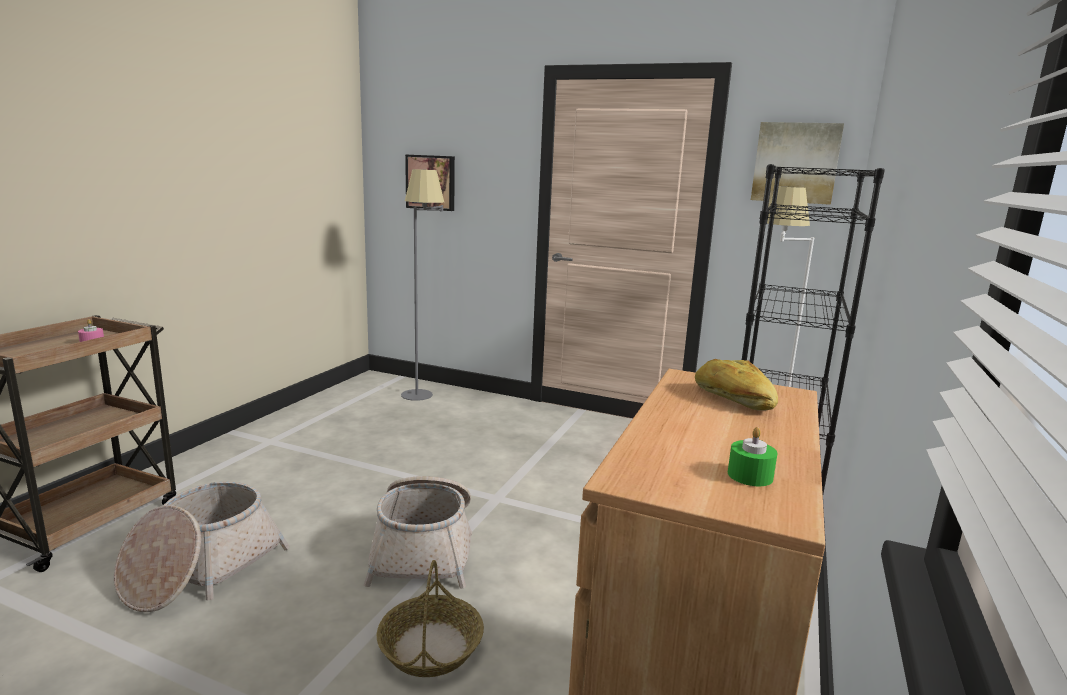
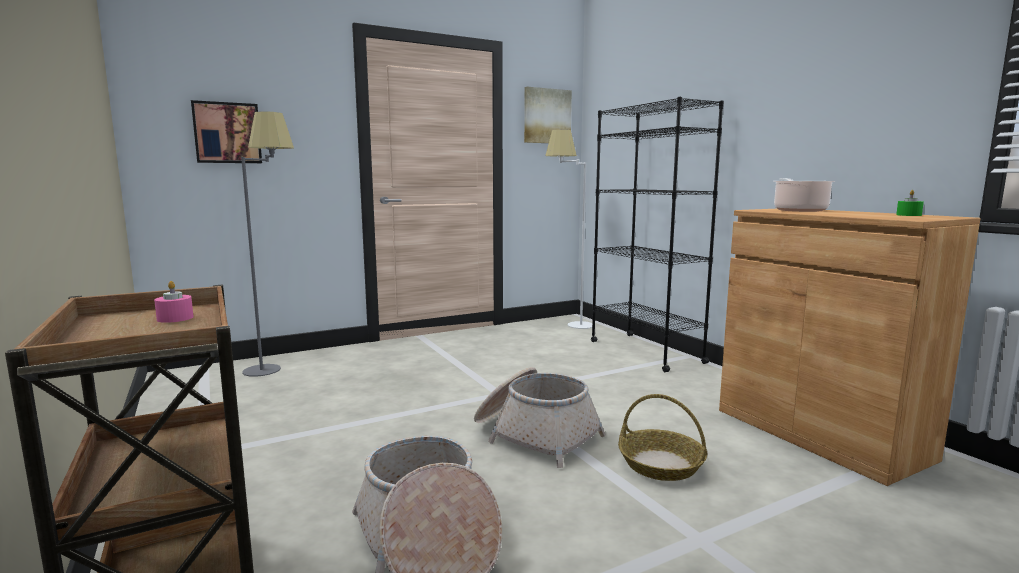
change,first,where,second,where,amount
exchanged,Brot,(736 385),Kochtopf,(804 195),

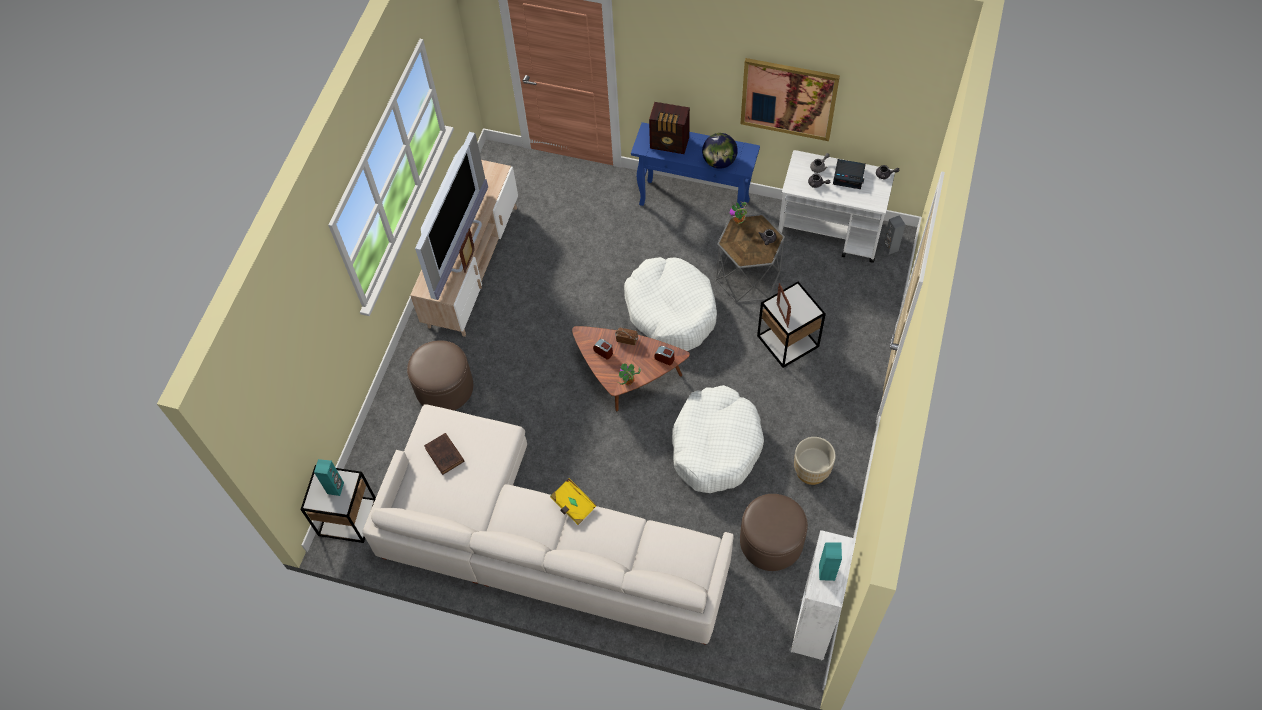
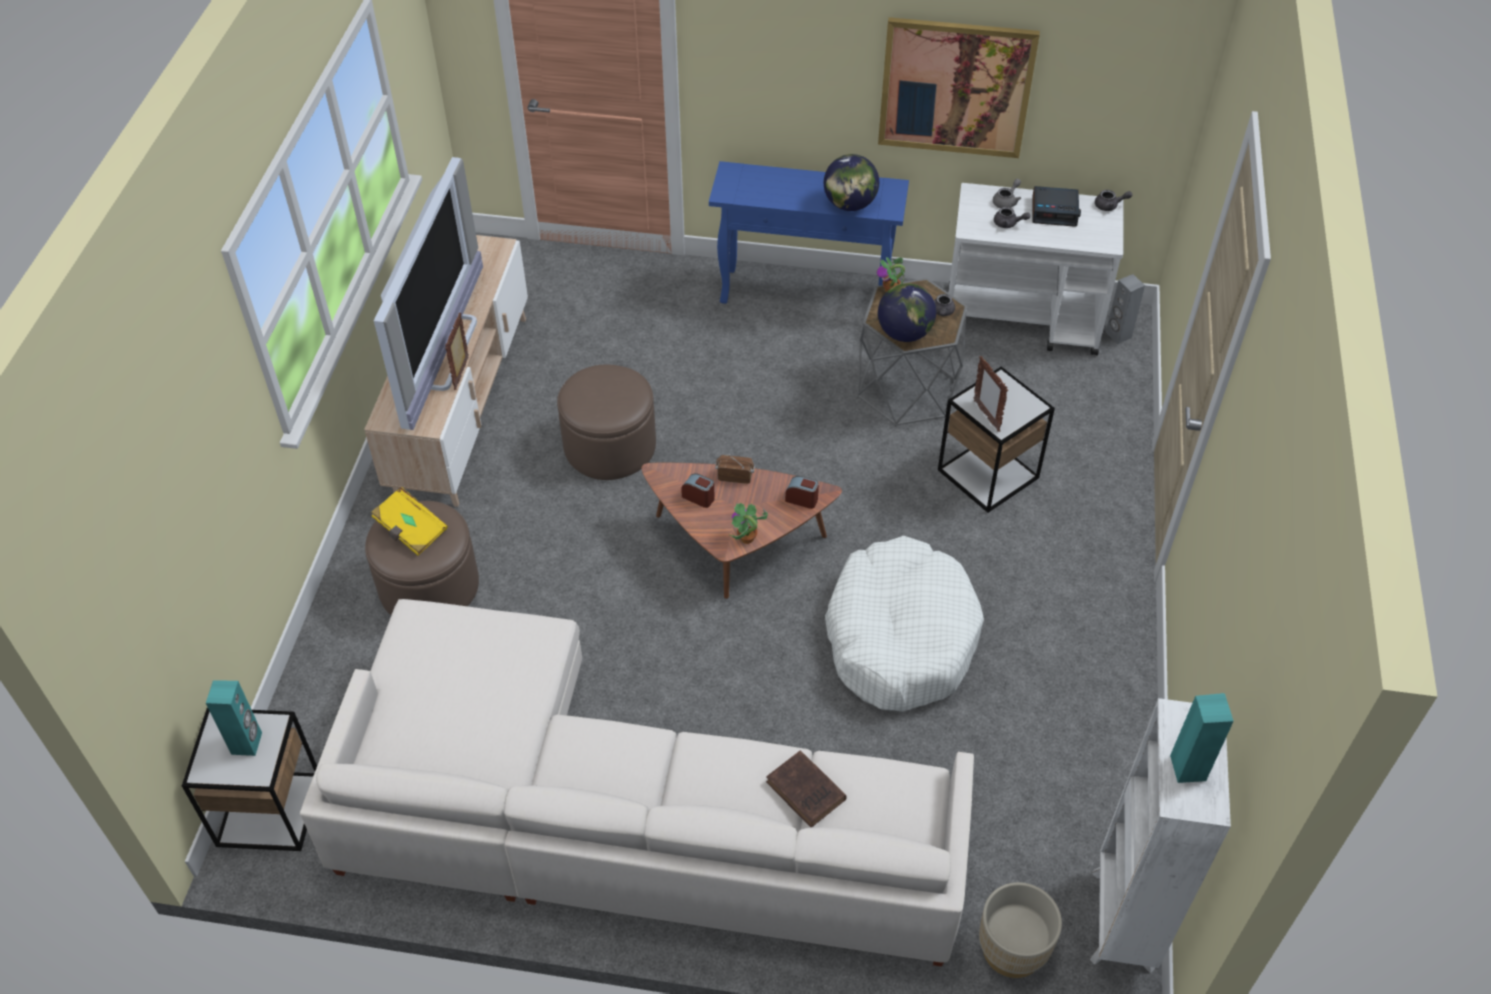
change,first,where,second,where,amount
relocated,Buch (gelb),(573 501),,(409 521),
relocated,Polsterhocker (braun),(774 532),,(606 422),
relocated,Buch (braun),(444 454),,(806 789),
appeared,,,Globus,(907 312),
relocated,Pflanzkübel (beige),(815 461),,(1020 930),
missing,Hundebett (weiß),(670 304),,,
missing,Radio,(669 128),,,

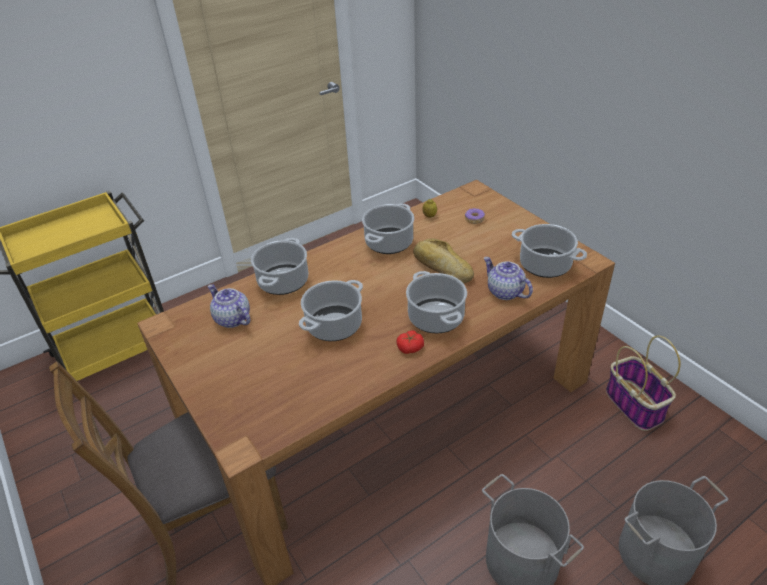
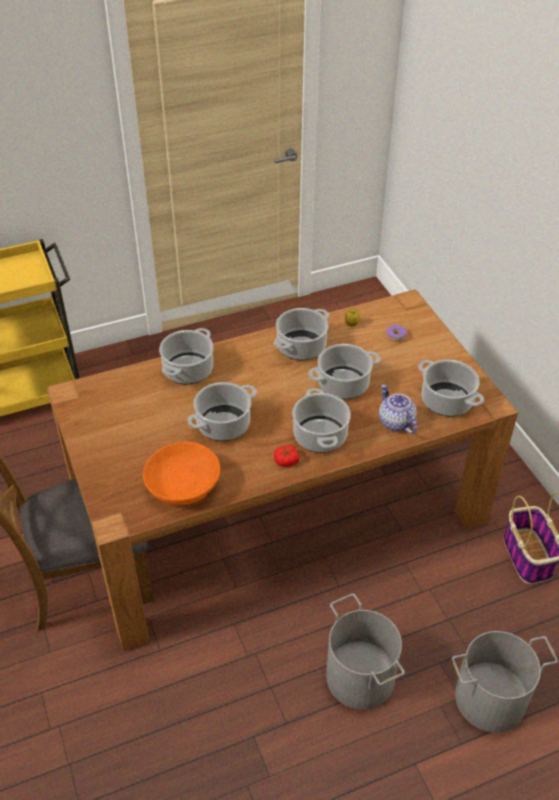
change,first,where,second,where,amount
appeared,,,Schüssel (orange),(181 473),
exchanged,Brot,(443 261),Kochtopf,(344 371),
missing,Teekanne,(229 306),,,

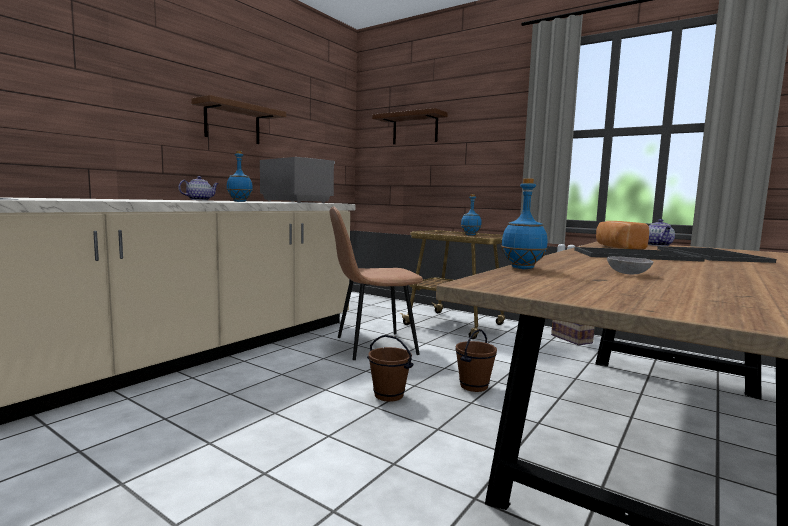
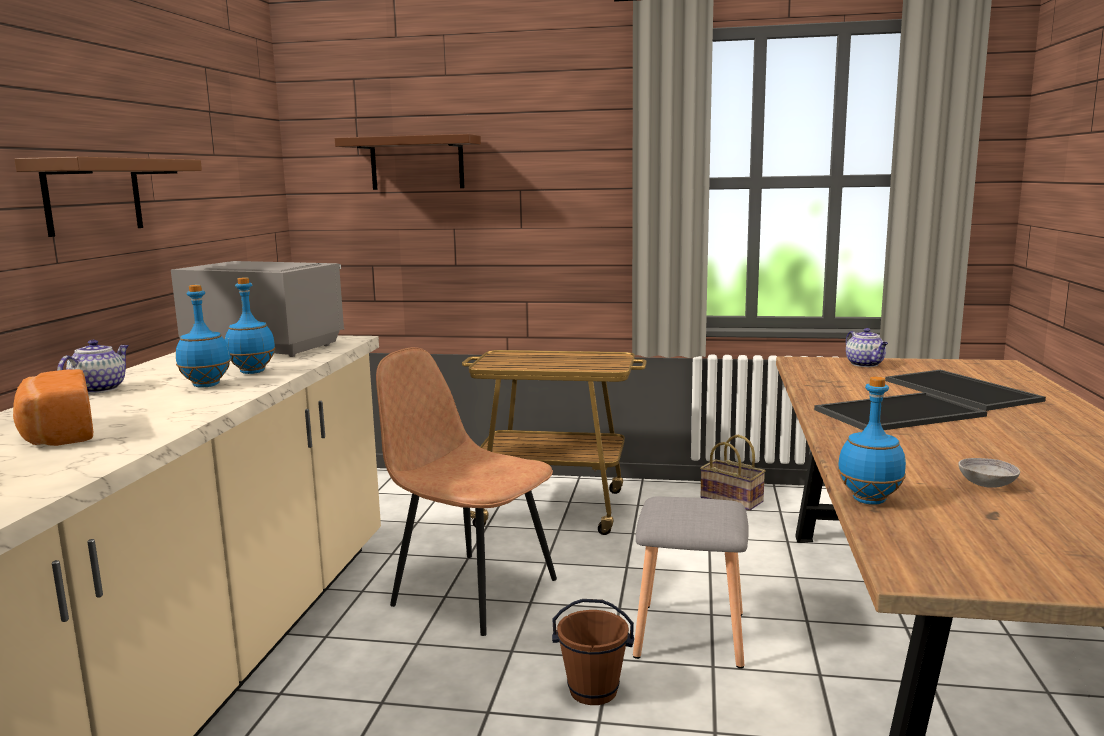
change,first,where,second,where,amount
relocated,Brot,(622 235),,(53 407),
relocated,Flasche (blau),(471 215),,(250 325),
spun,Stuhl (braun),(376 283),,(466 491),75 degrees clockwise
exchanged,Eimer (braun),(476 360),Hocker (grau),(691 582),

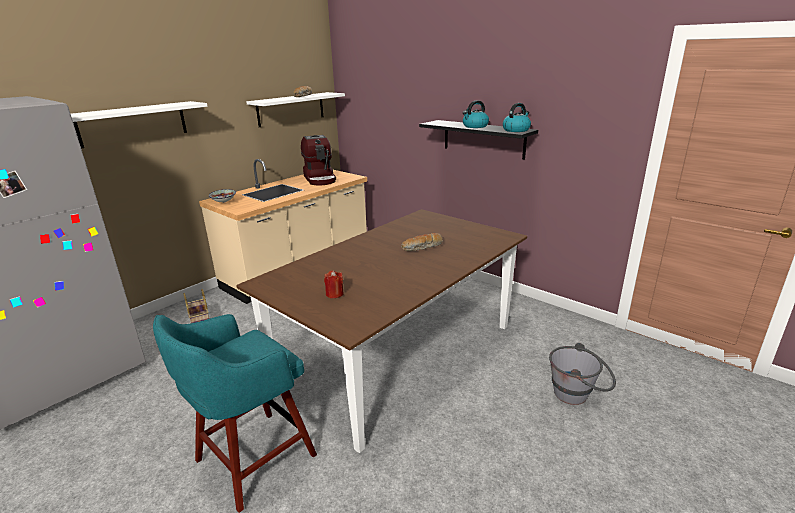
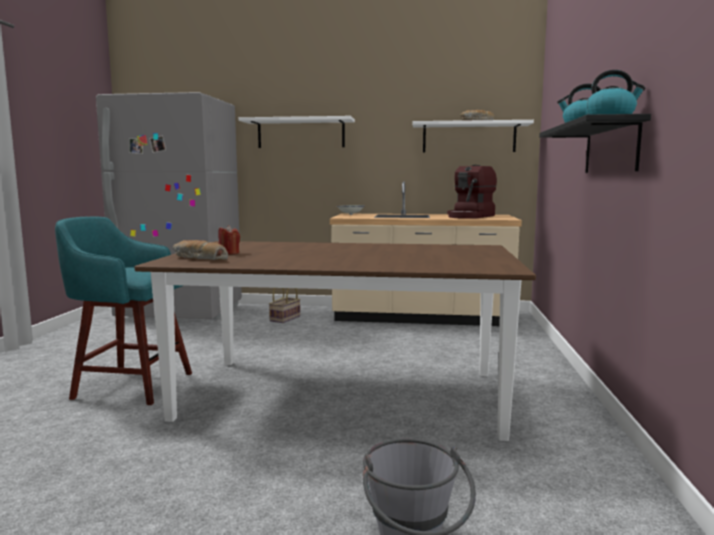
change,first,where,second,where,amount
relocated,Brot,(422 242),,(200 250),

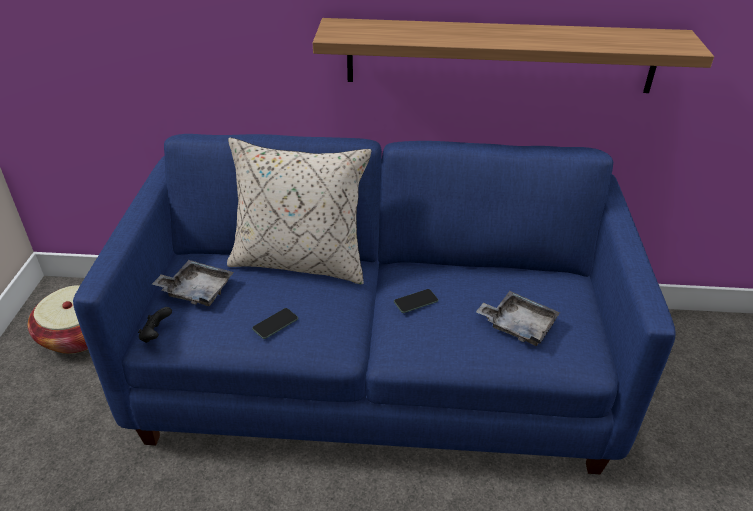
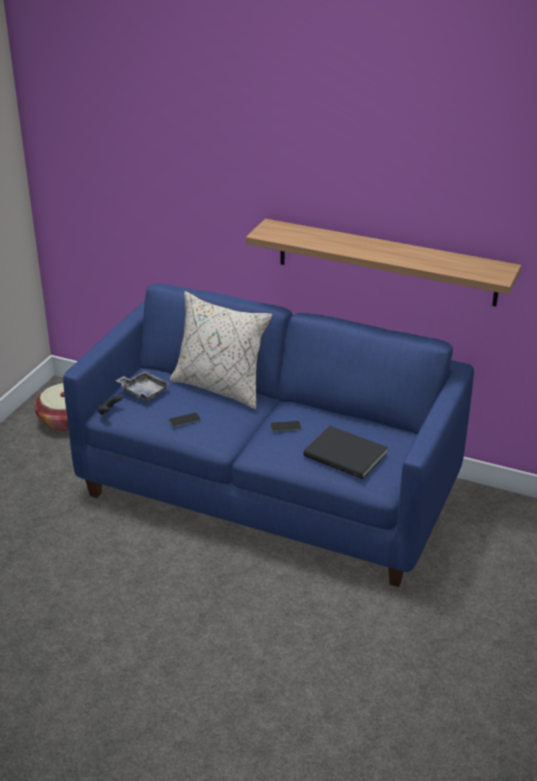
change,first,where,second,where,amount
exchanged,Tablett (grau),(518 318),Buch (schwarz),(345 452),

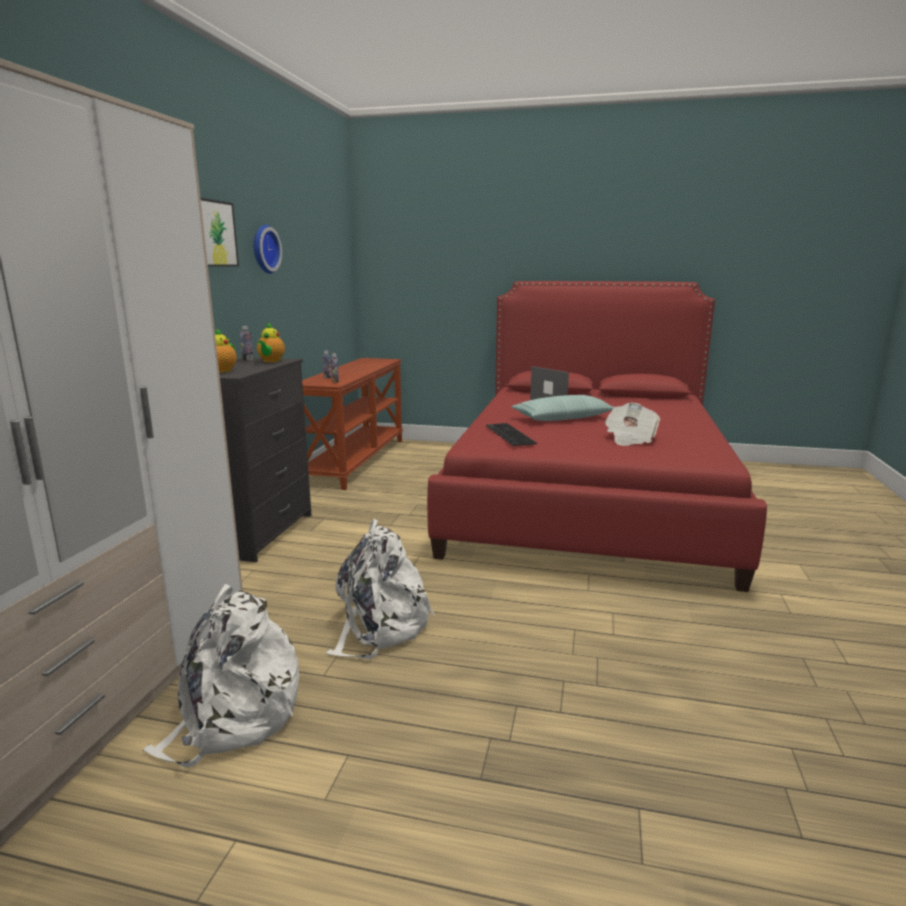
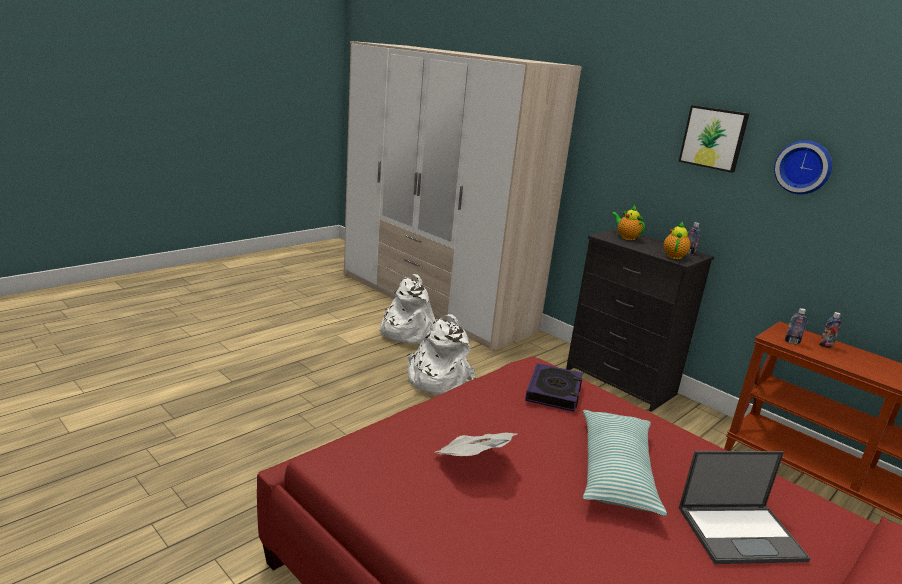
change,first,where,second,where,amount
exchanged,Tastatur,(511 434),Buch,(554 387),
spun,Teekanne,(271 342),,(677 240),75 degrees clockwise

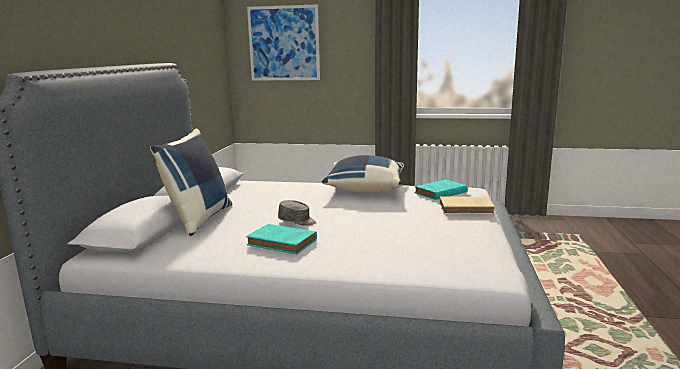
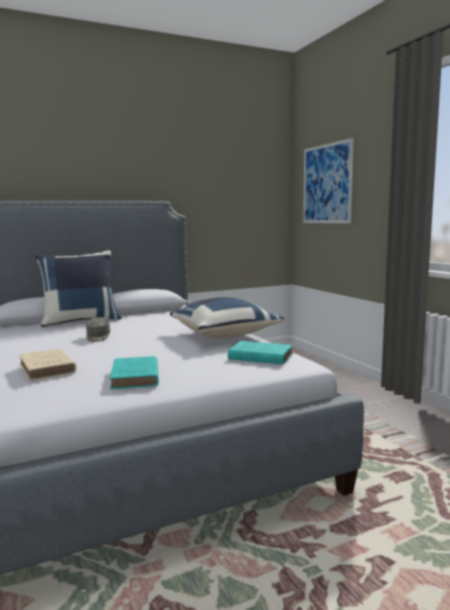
change,first,where,second,where,amount
relocated,Buch (beige),(467 206),,(47 364),
relocated,Buch (türkis),(281 239),,(134 372),

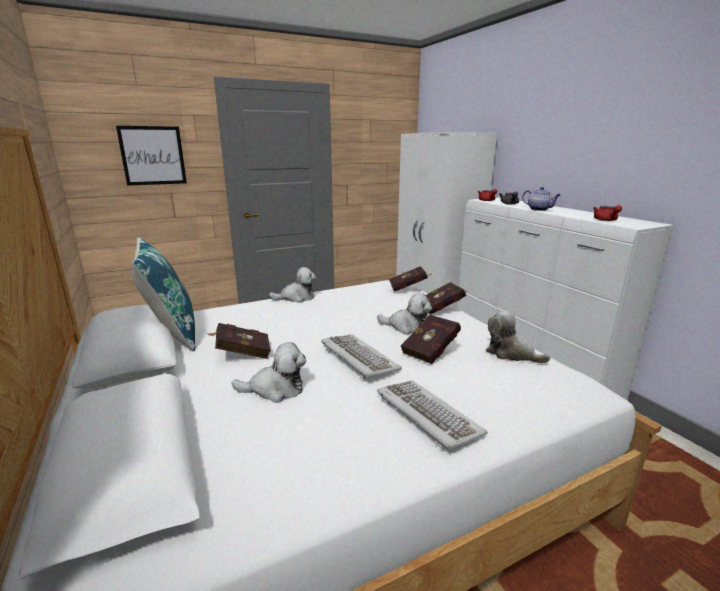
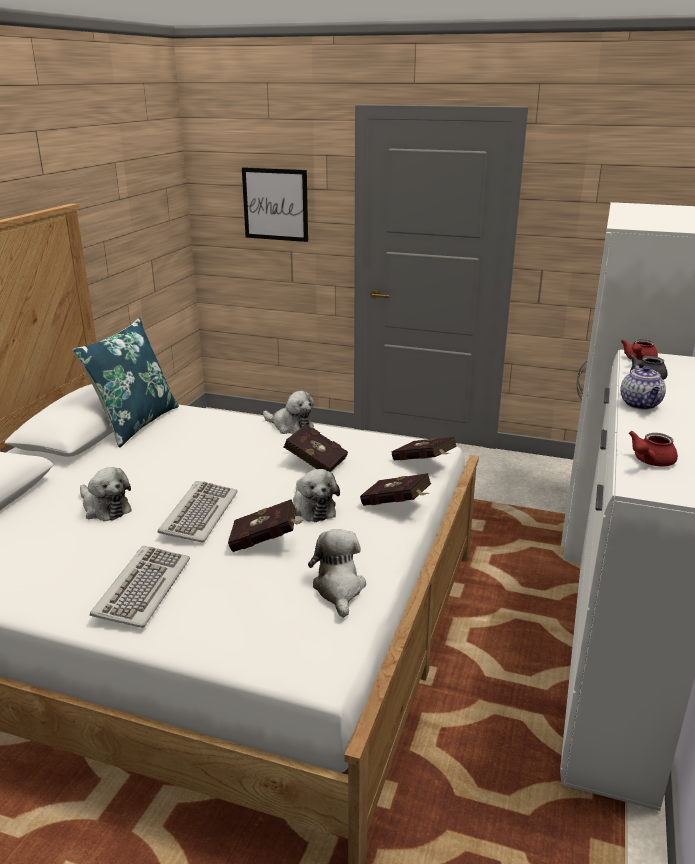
change,first,where,second,where,amount
relocated,Buch (rot),(239 341),,(316 448),

